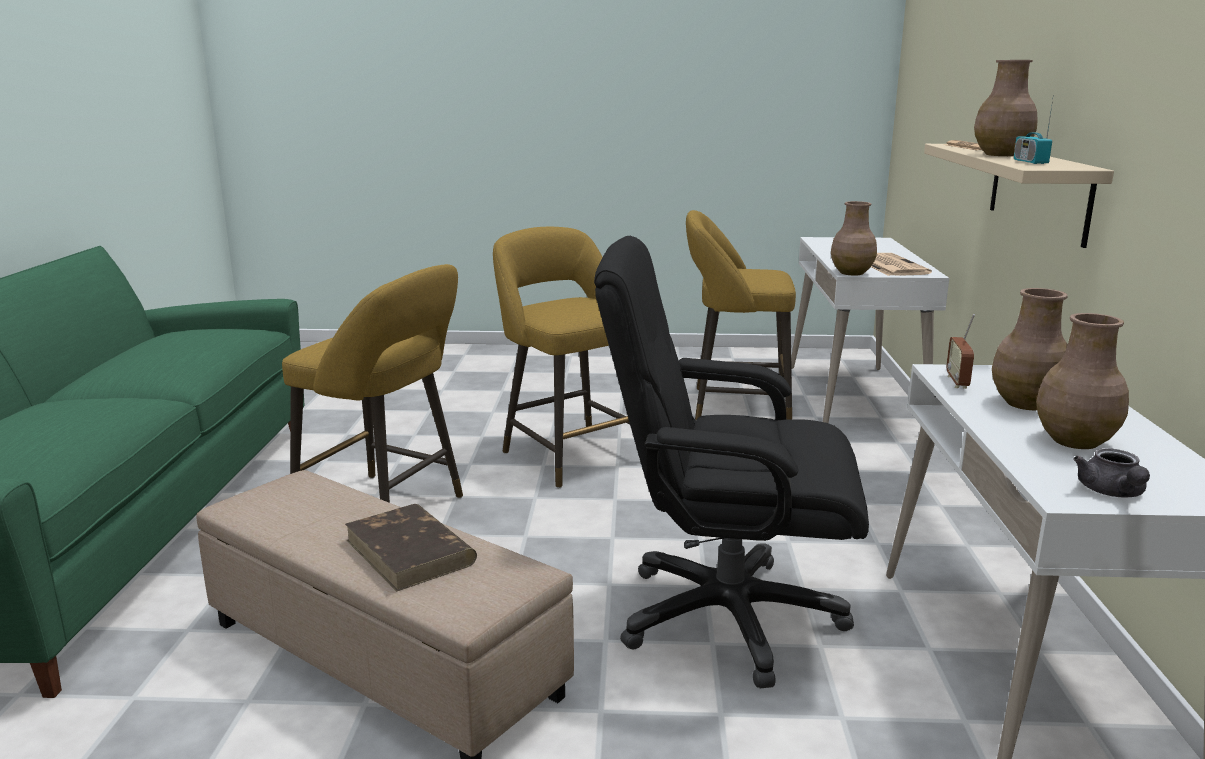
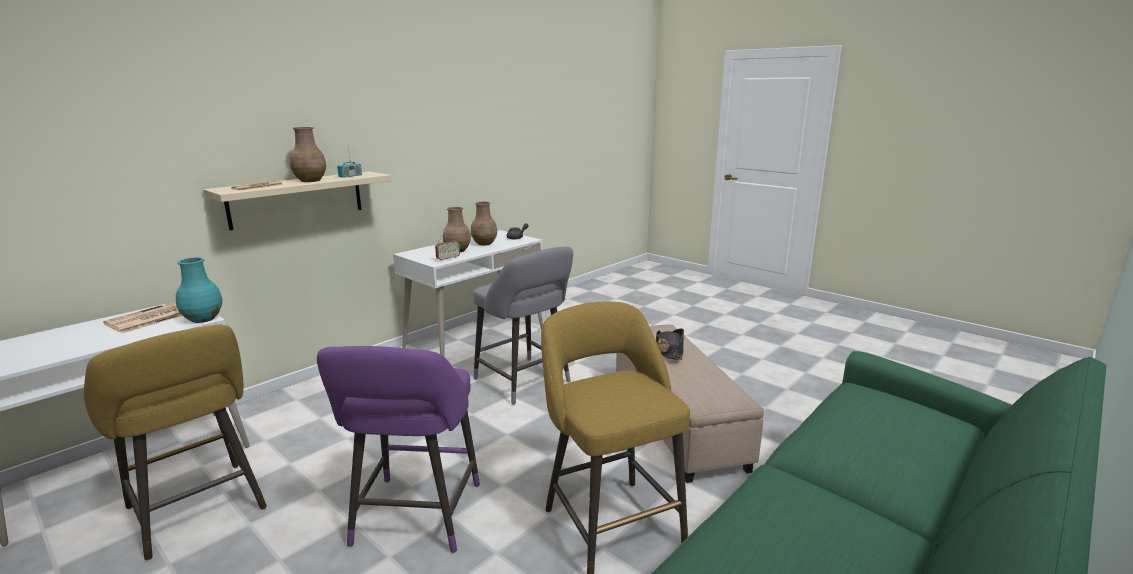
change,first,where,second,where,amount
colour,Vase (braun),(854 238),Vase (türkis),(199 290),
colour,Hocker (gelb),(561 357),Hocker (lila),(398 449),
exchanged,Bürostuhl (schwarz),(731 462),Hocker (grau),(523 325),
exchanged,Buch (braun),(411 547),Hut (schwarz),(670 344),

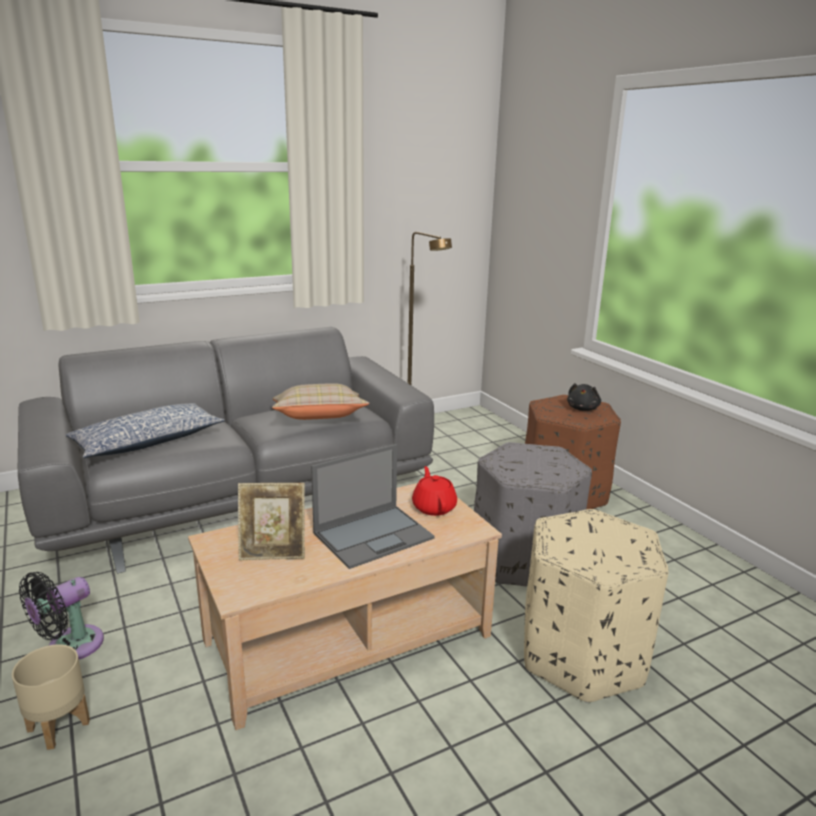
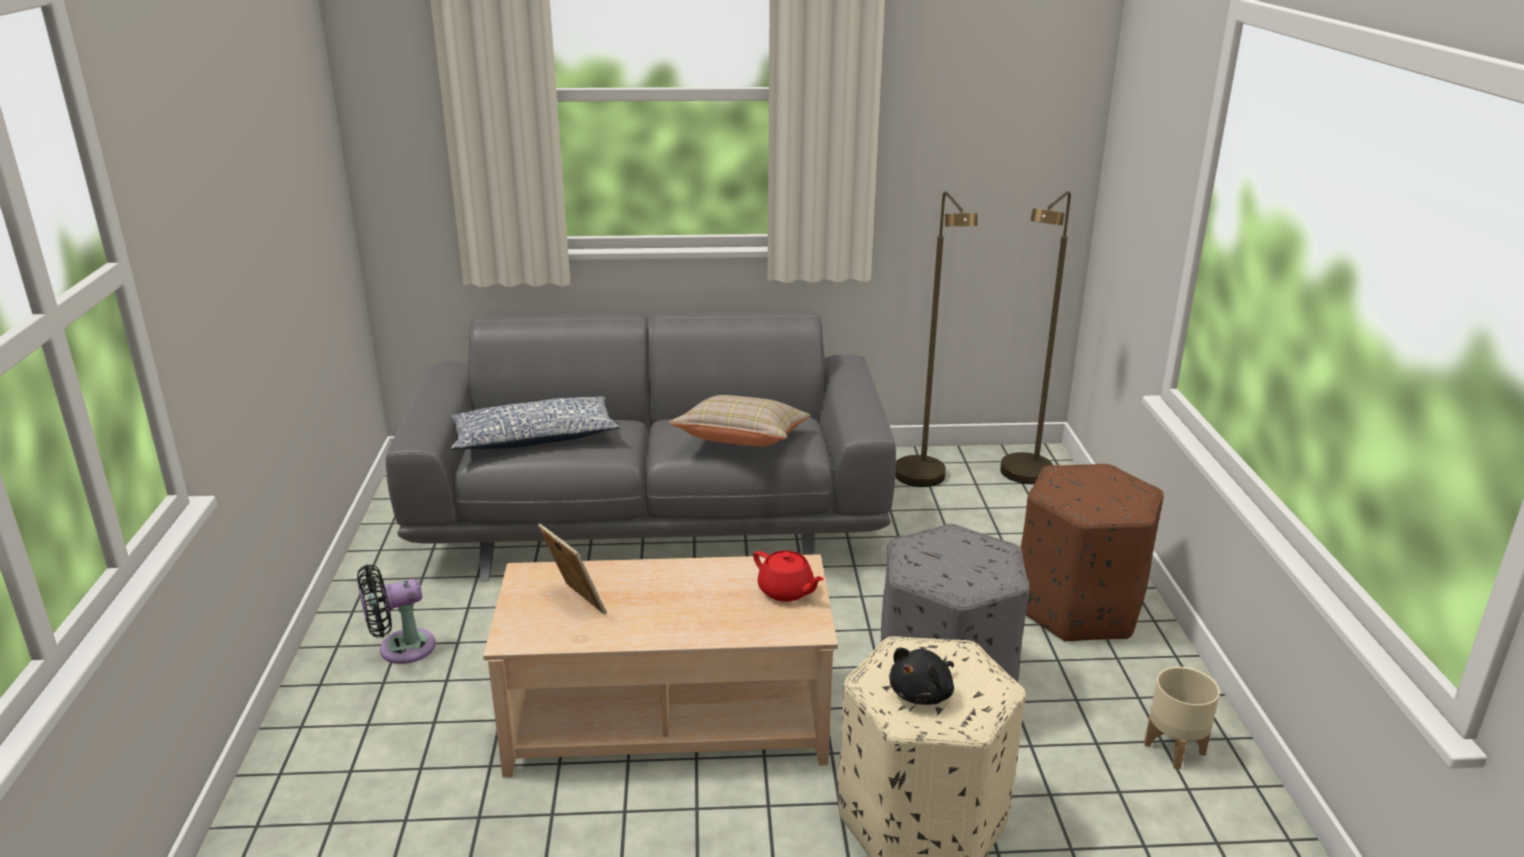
change,first,where,second,where,amount
spun,Bilderrahmen,(271 521),,(572 569),150 degrees counterclockwise
spun,Teekanne (rot),(434 491),,(788 576),120 degrees clockwise
relocated,Plüschtier (schwarz),(584 397),,(921 676),
appeared,,,Stehlampe (braun),(1035 337),
relocated,Pflanzkübel (beige),(51 697),,(1182 718),
missing,Laptop,(373 506),,,

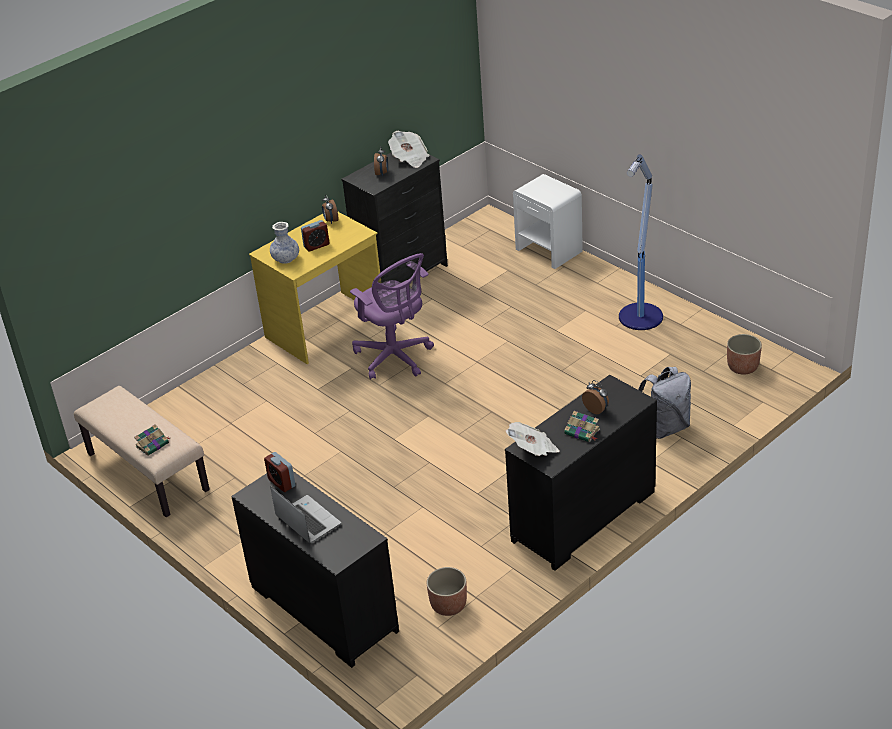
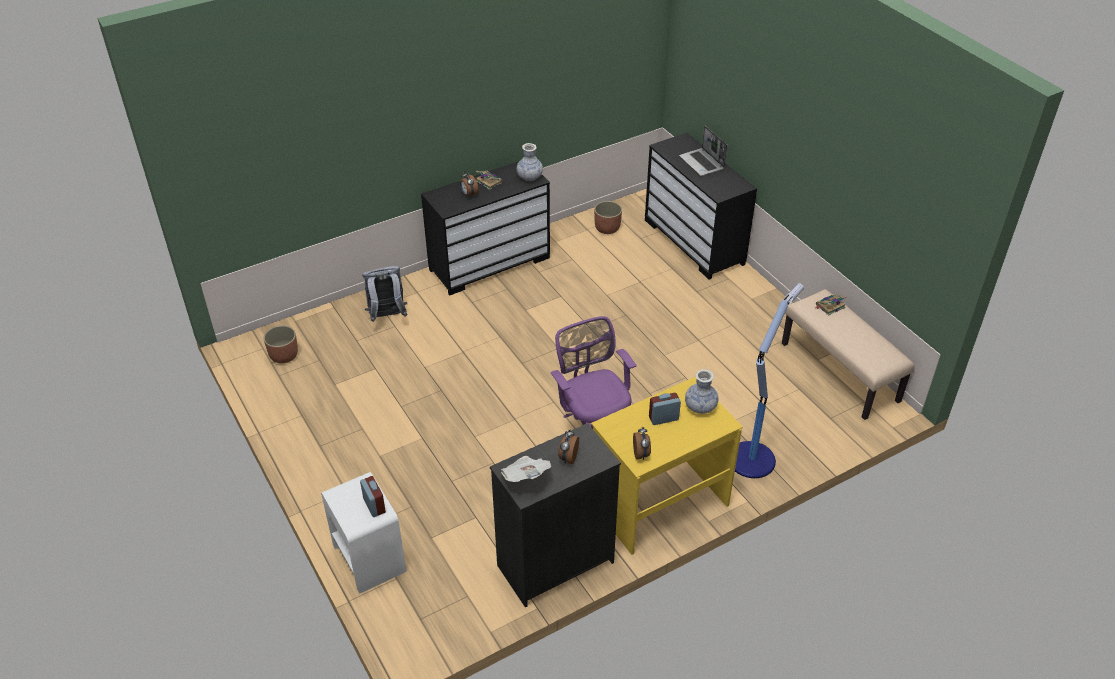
change,first,where,second,where,amount
relocated,Wecker,(279 472),,(373 496),
exchanged,Zeitung,(532 439),Vase,(530 162),
relocated,Stehlampe,(641 242),,(769 380),

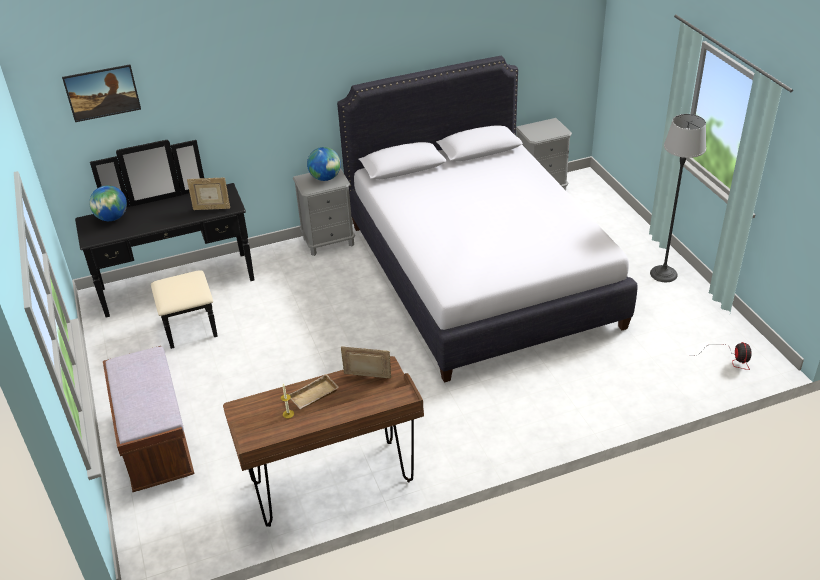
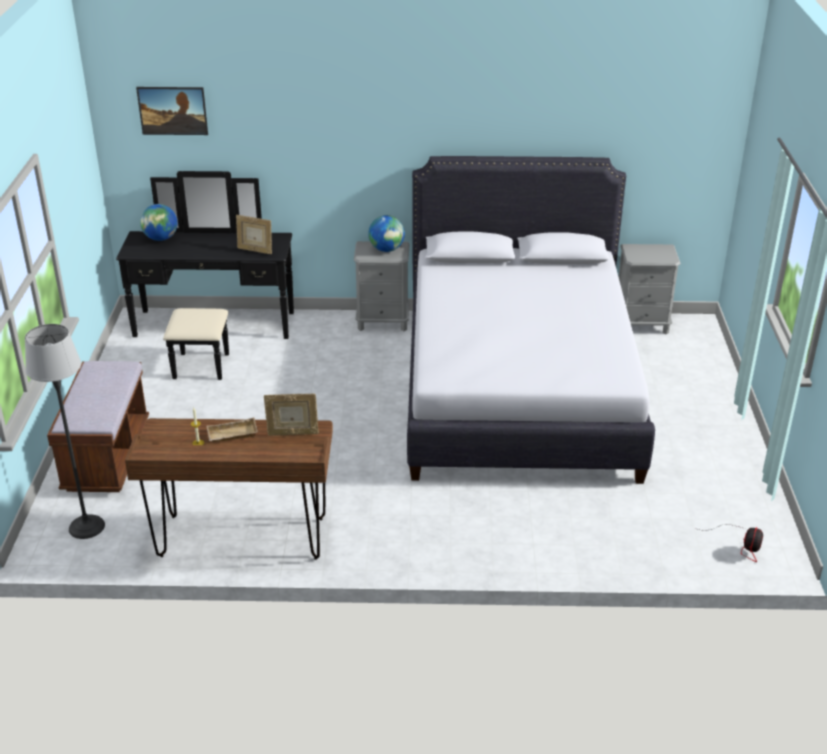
change,first,where,second,where,amount
relocated,Stehlampe,(678 198),,(65 431),
spun,Bilderrahmen,(366 362),,(291 414),150 degrees clockwise

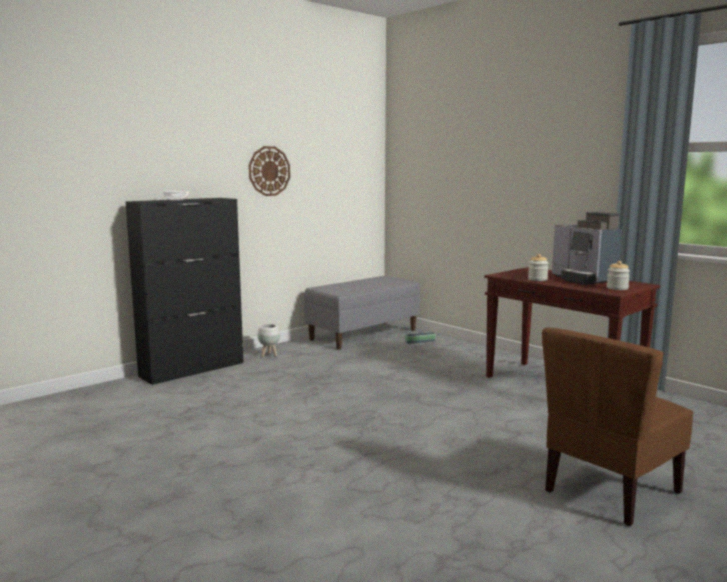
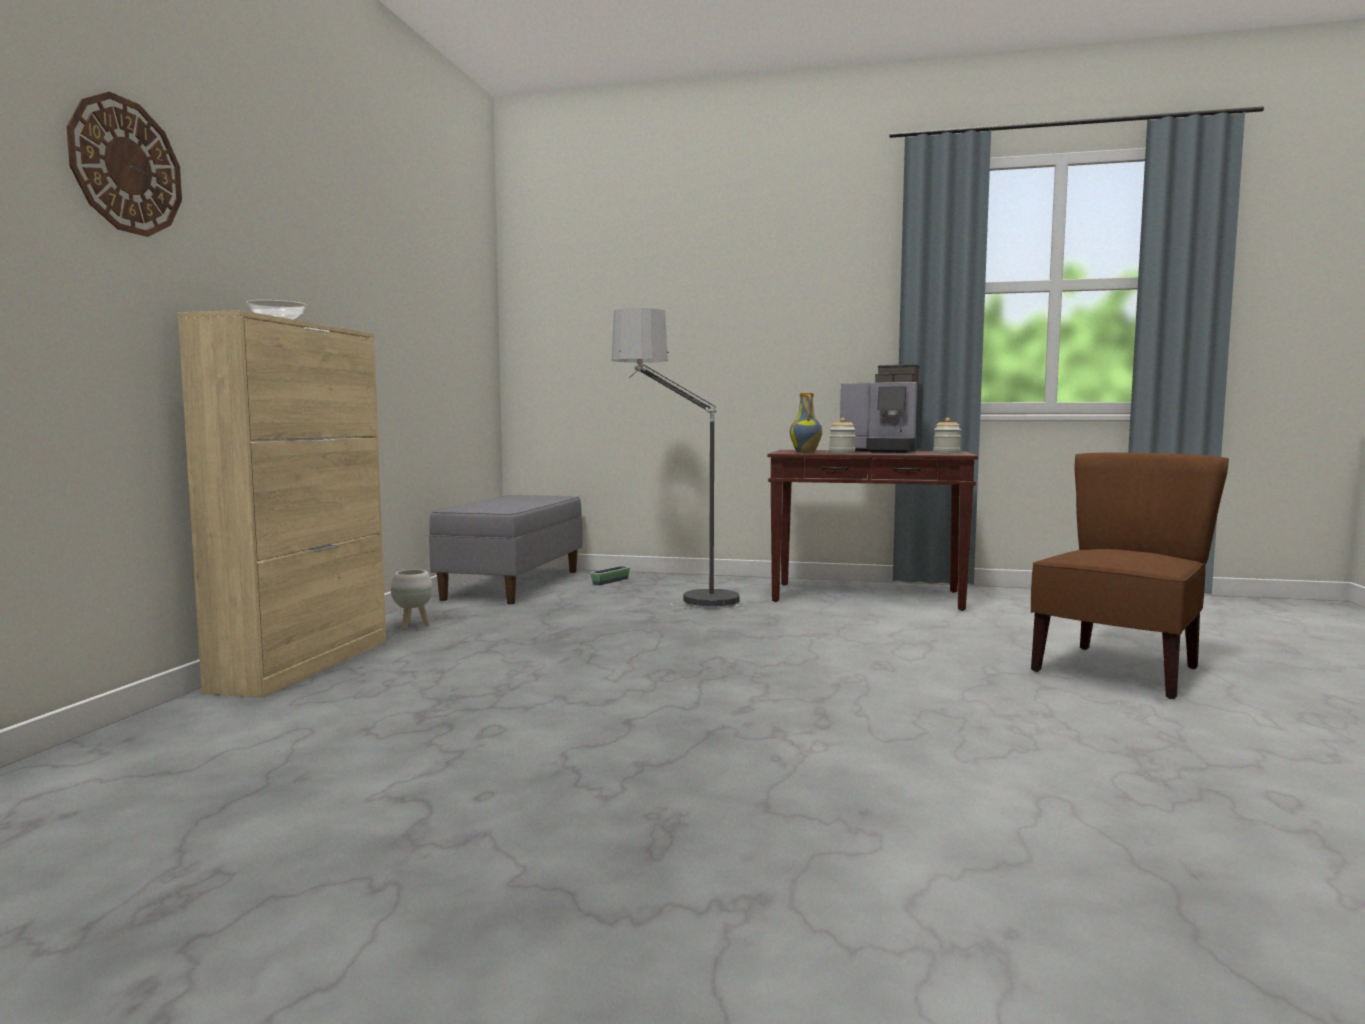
change,first,where,second,where,amount
relocated,Wanduhr,(269 171),,(124 164),
colour,Schrank (schwarz),(184 291),Schrank (beige),(282 504),
appeared,,,Stehlampe,(676 458),
appeared,,,Vase,(806 423),
spun,Stuhl (braun),(618 427),,(1130 575),150 degrees counterclockwise

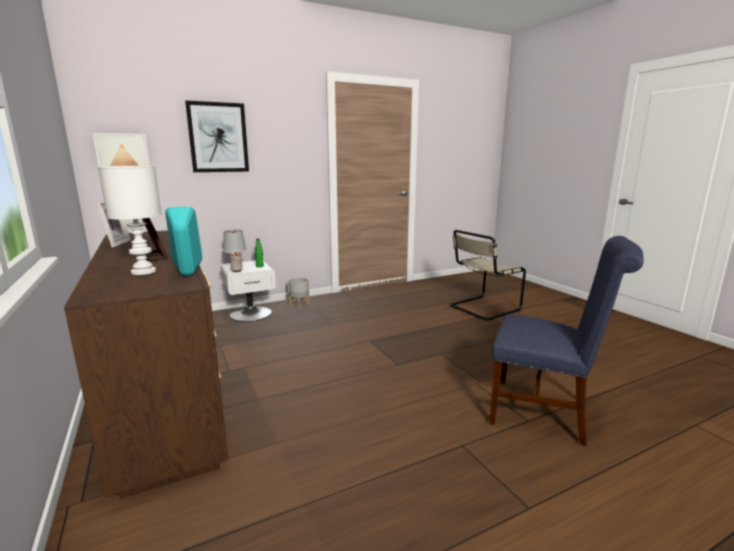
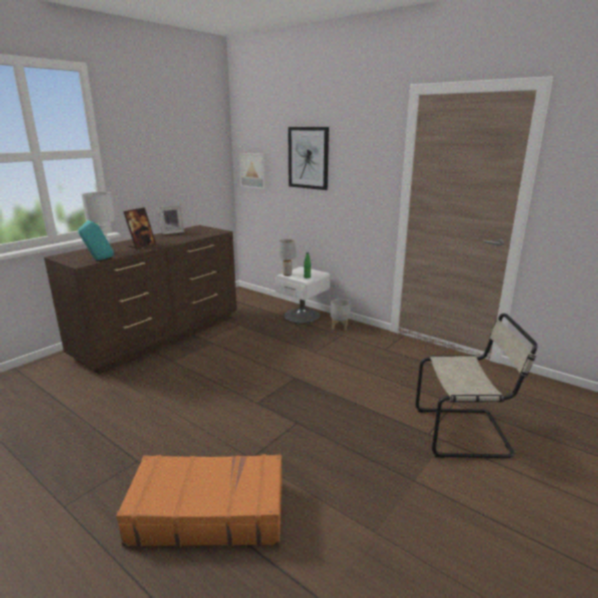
change,first,where,second,where,amount
exchanged,Stuhl (blau),(566 341),Koffer (orange),(199 500),
spun,Stuhl (beige),(488 275),,(476 385),150 degrees clockwise

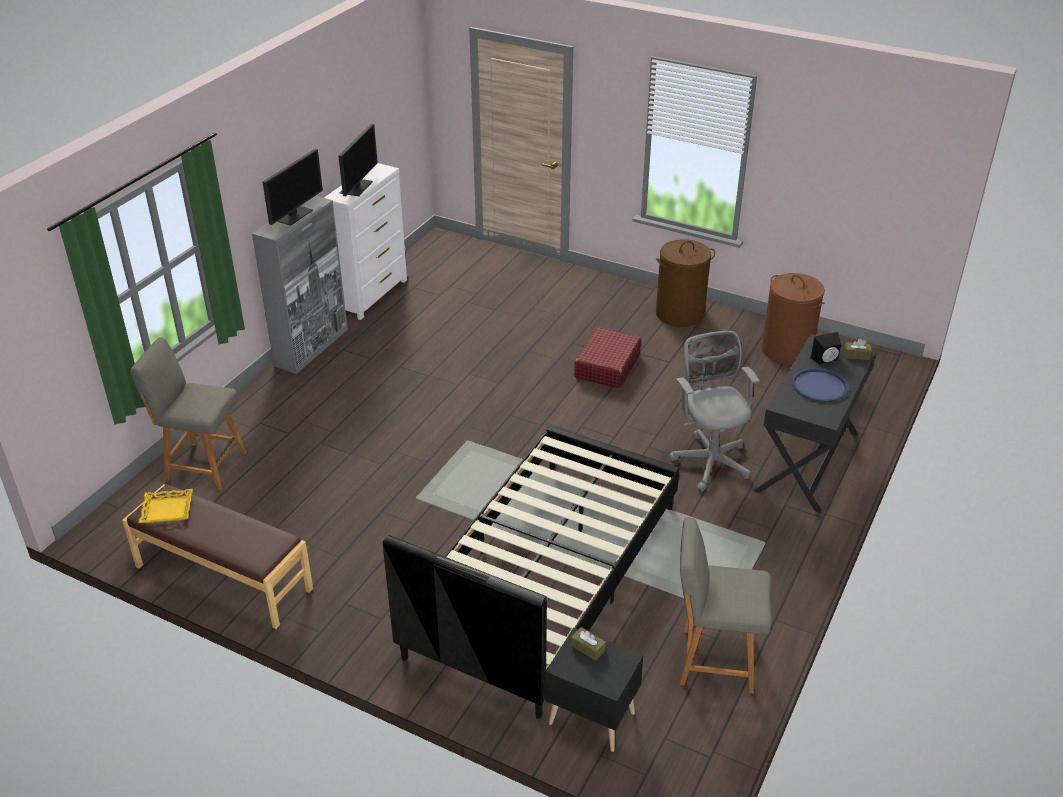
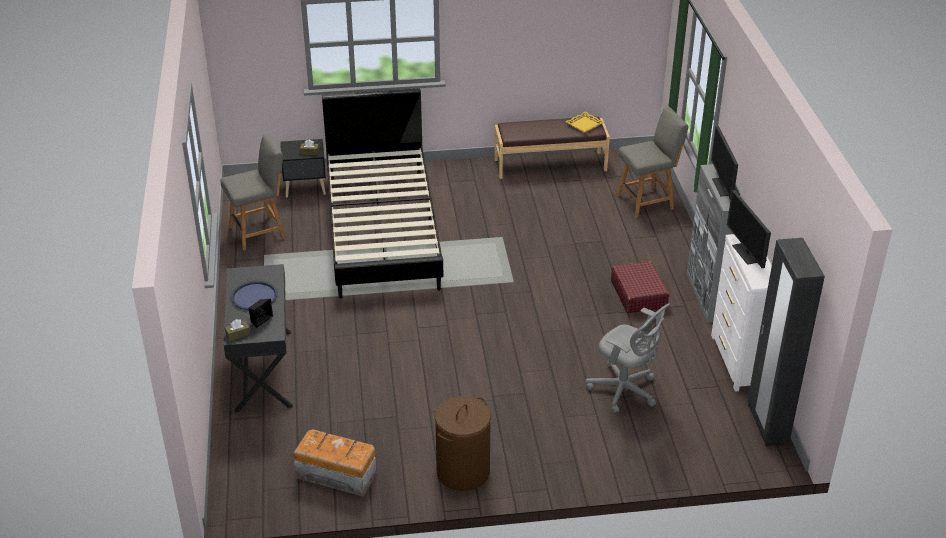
change,first,where,second,where,amount
exchanged,Wäschekorb (braun),(793 318),Aufbewahrungsbox,(335 463),
relocated,Bürostuhl (grau),(714 411),,(628 358),
relocated,Koffer (rot),(607 357),,(640 287),
appeared,,,Kleiderschrank (schwarz),(786 342),

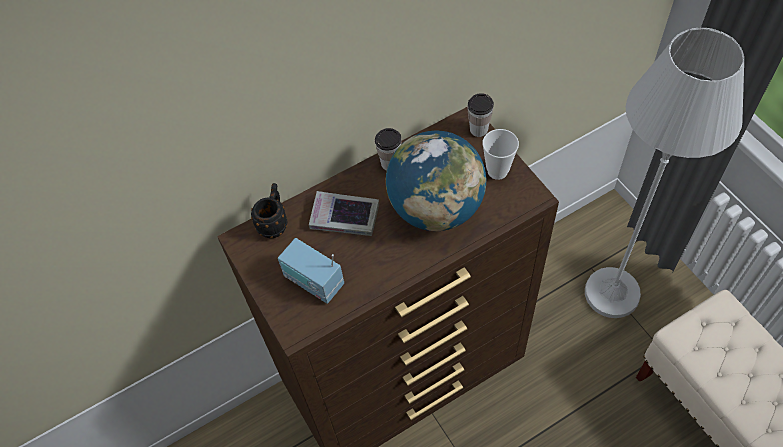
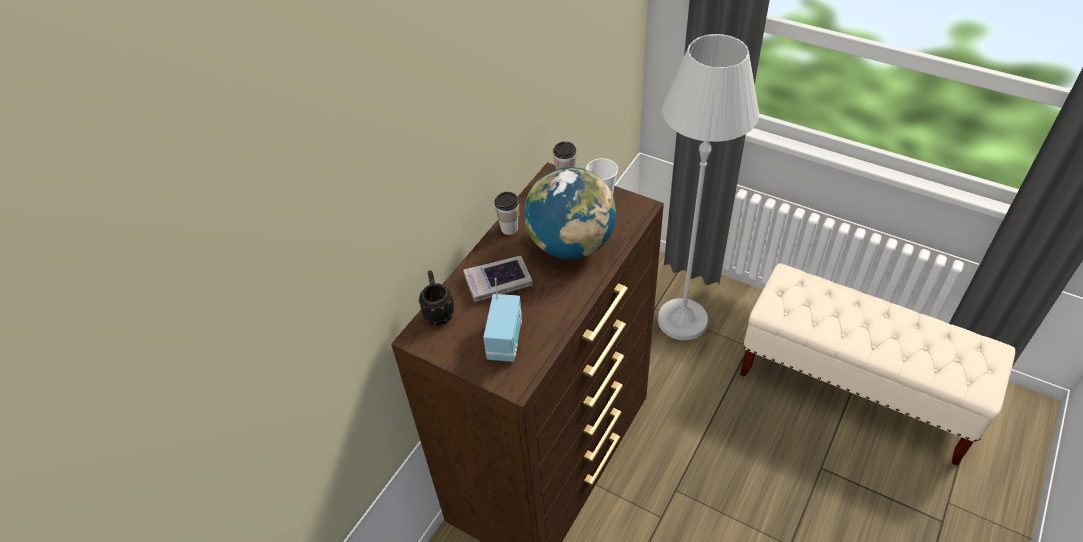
change,first,where,second,where,amount
spun,Radio,(311 271),,(502 320),90 degrees counterclockwise

